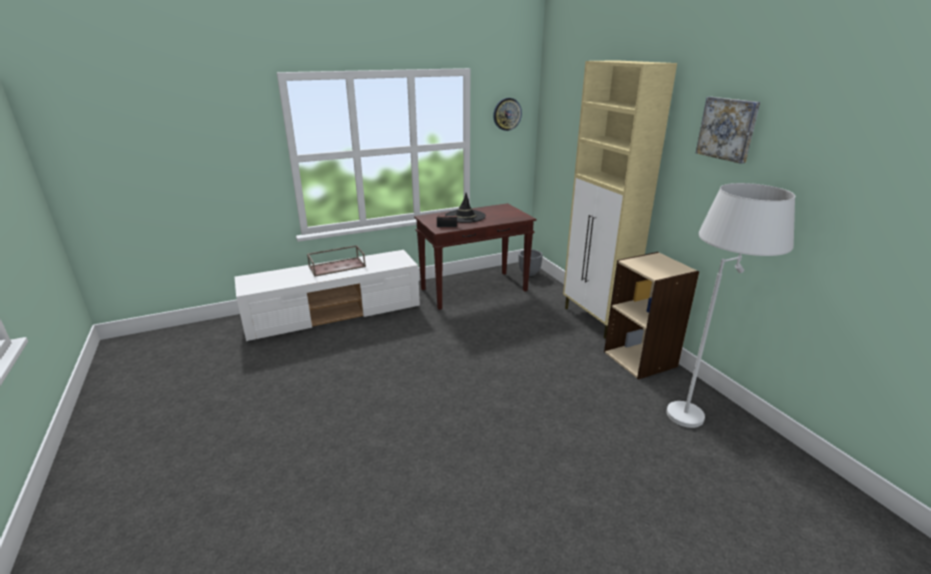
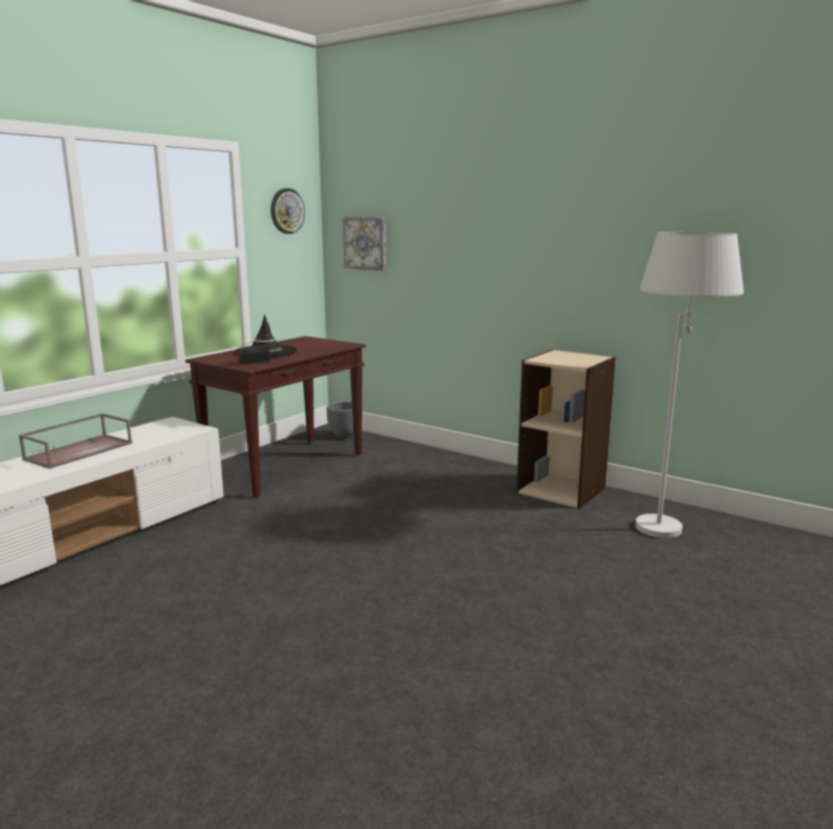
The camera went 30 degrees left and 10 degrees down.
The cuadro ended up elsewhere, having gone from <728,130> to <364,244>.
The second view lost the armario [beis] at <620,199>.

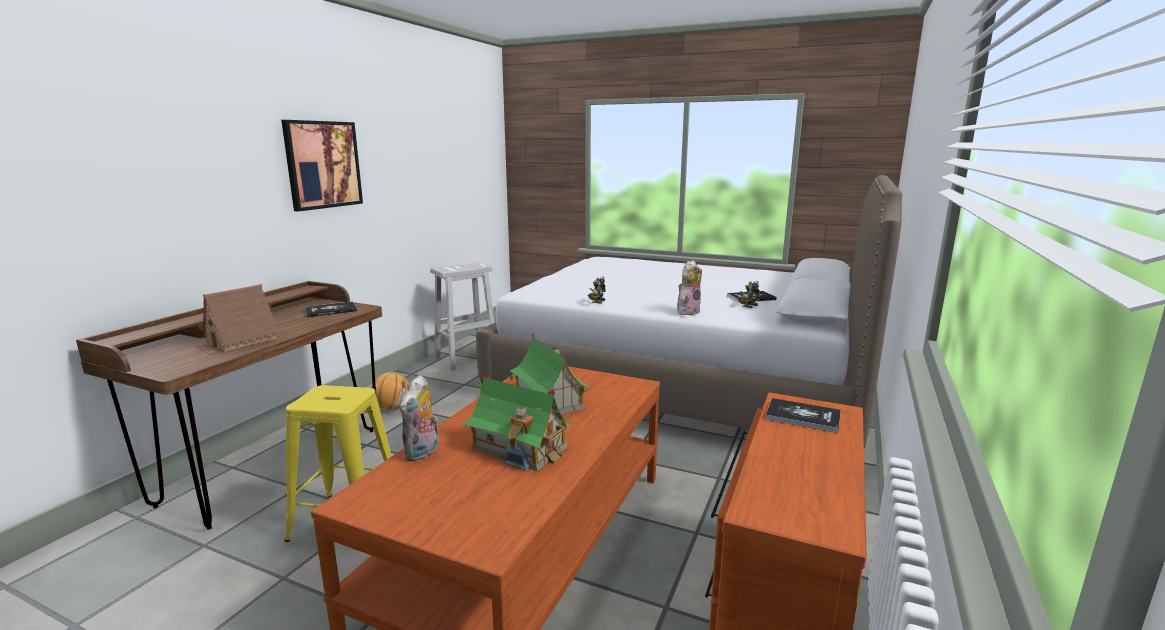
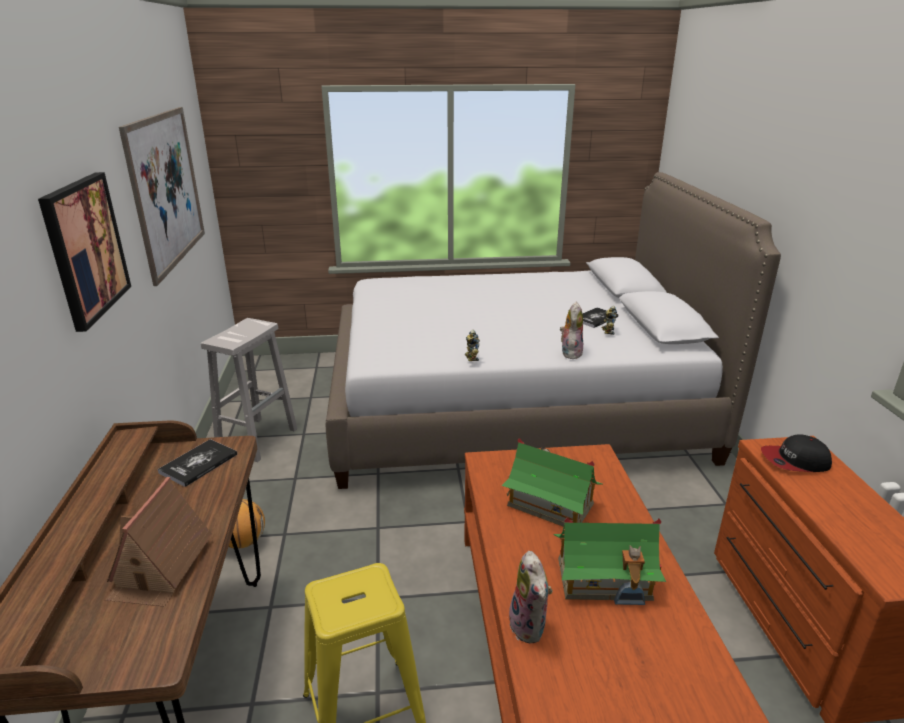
The camera went 30 degrees left and 10 degrees up.
The second view gained the cuadro at <162,196>.
Where the libro stood at <803,415>, the gorra came to stand at <796,453>.

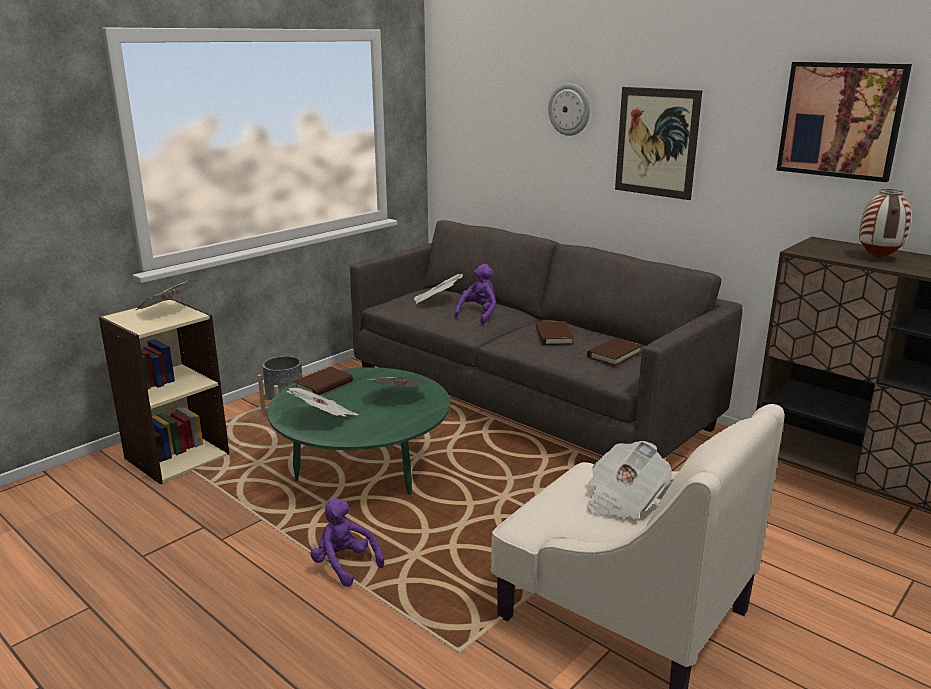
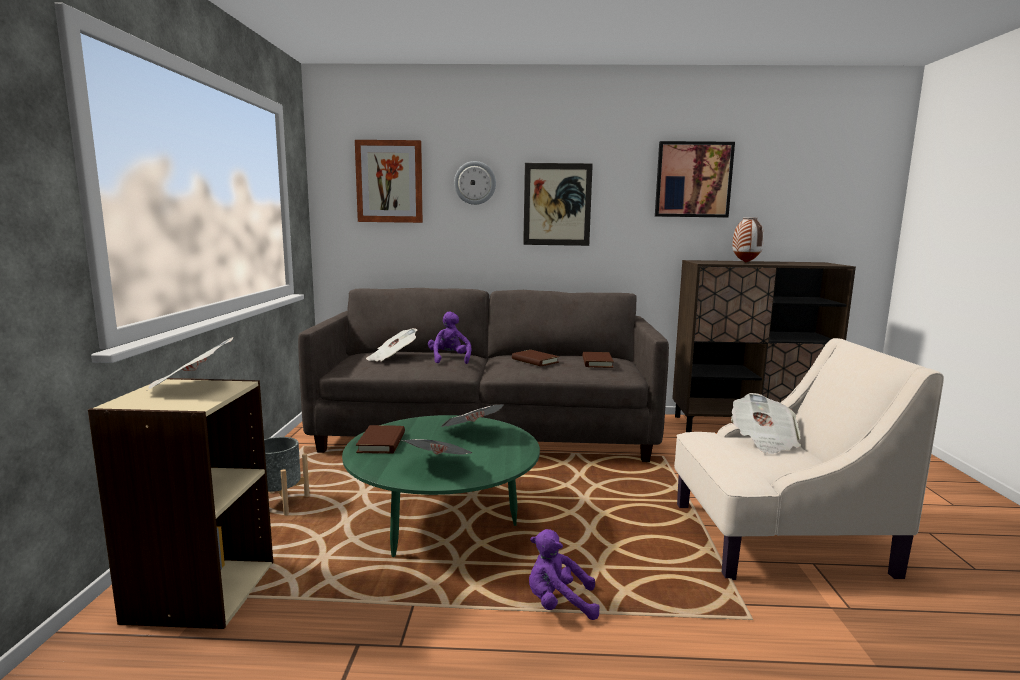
The camera went 40 degrees left and 10 degrees down.
The second view gained the cuadro at <389,181>.

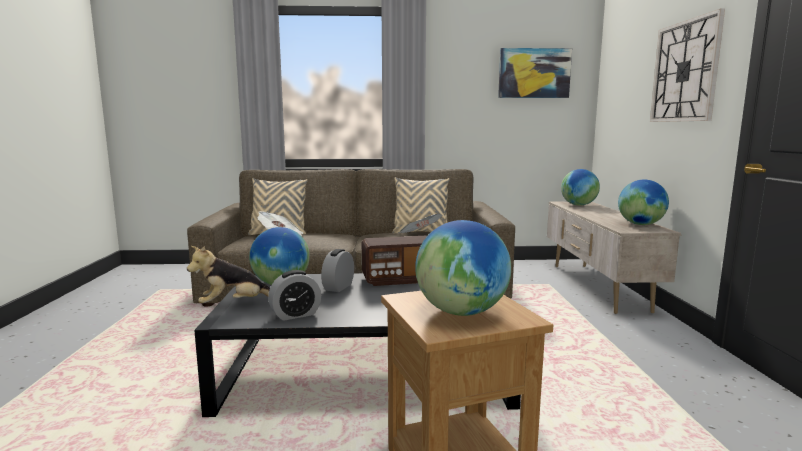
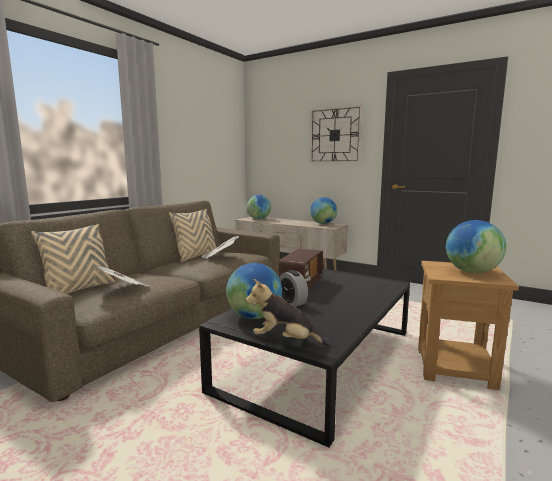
The camera went 55 degrees left and 0 degrees up.
The peluche at <228,274> ended up facing another way, 90 degrees clockwise from before.
The second view lost the despertador at <294,295>.
The second view lost the cuadro at <535,73>.

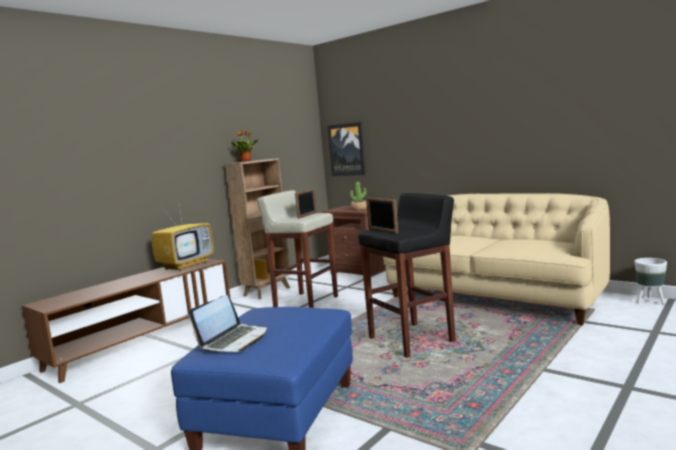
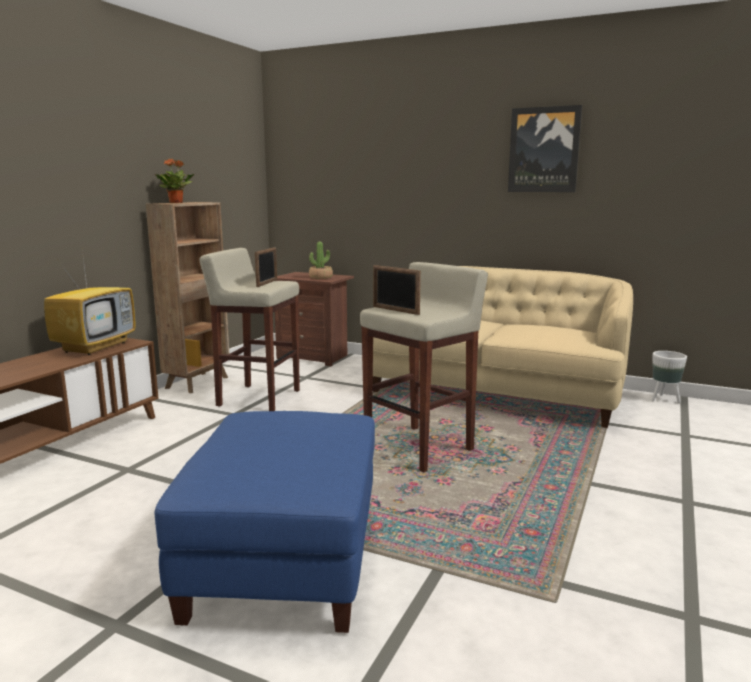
The camera went 15 degrees left and 5 degrees up.
What was the taburete [negro] at <407,275> turned into the taburete [beis] at <424,367>.
The cuadro ended up elsewhere, having gone from <346,149> to <545,148>.
The second view lost the portátil at <228,323>.

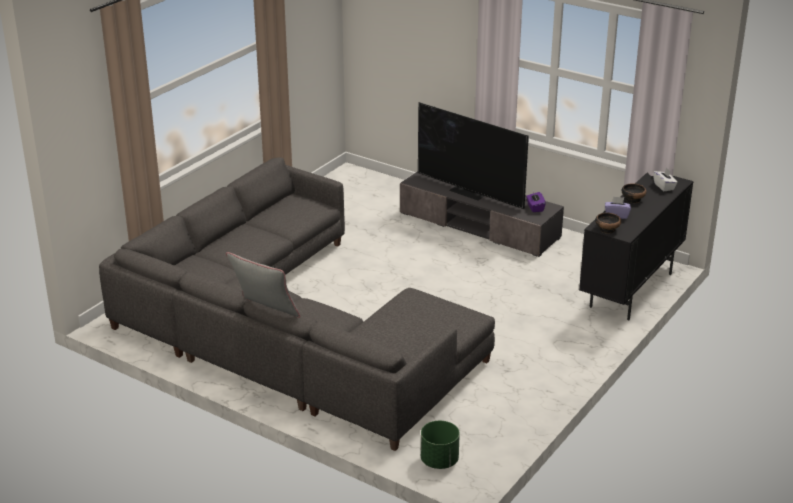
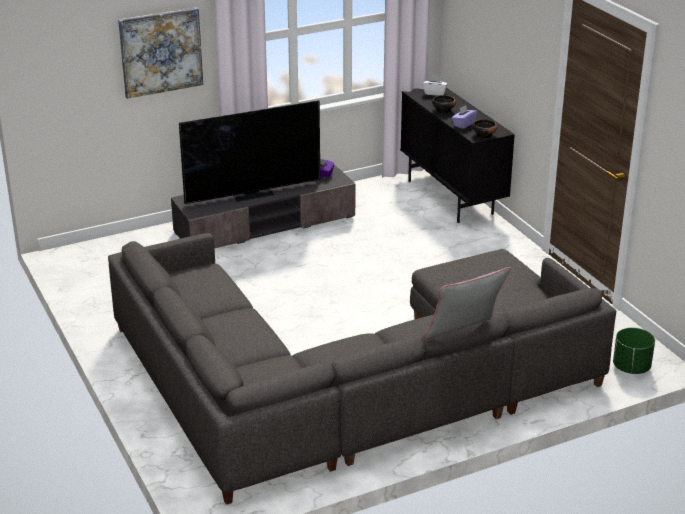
The camera went 60 degrees left and 0 degrees up.
The second view gained the cuadro at <160,53>.

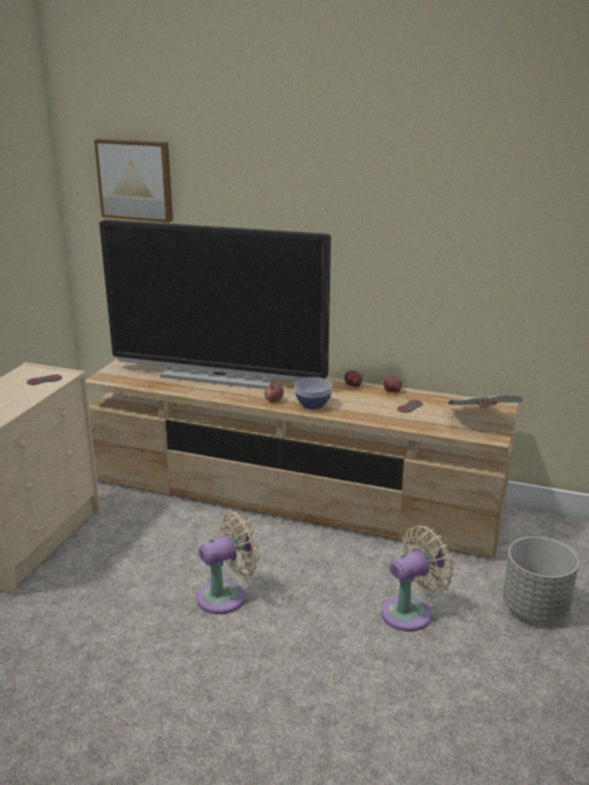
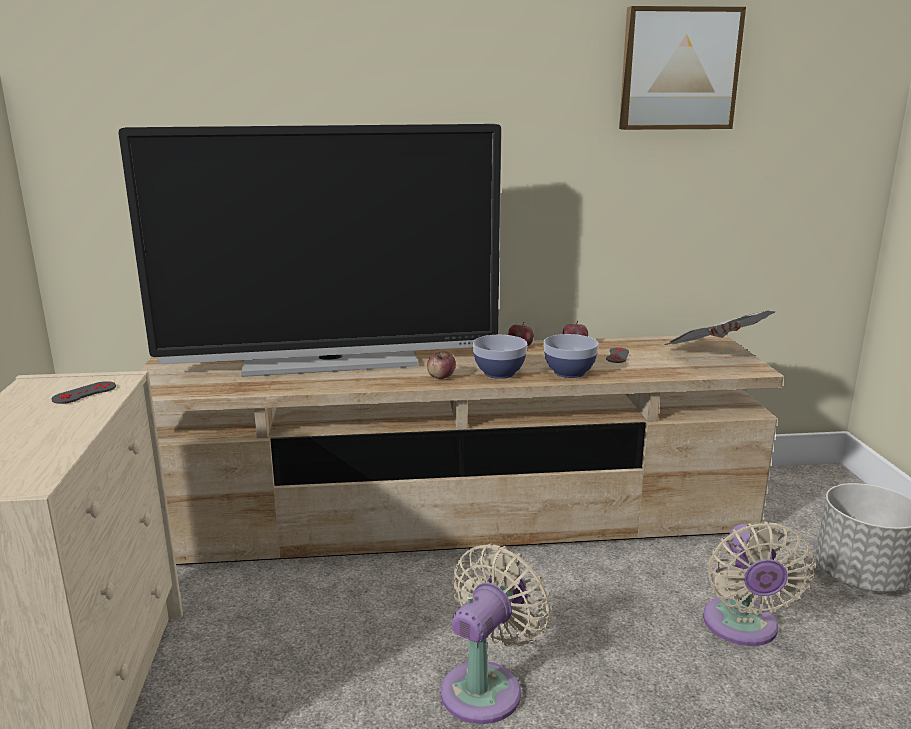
The camera went 25 degrees left and 5 degrees down.
The second view gained the cuenco at <571,356>.
The cuadro ended up elsewhere, having gone from <133,181> to <682,68>.
The ventilador [beis] at <418,579> ended up facing another way, 150 degrees clockwise from before.

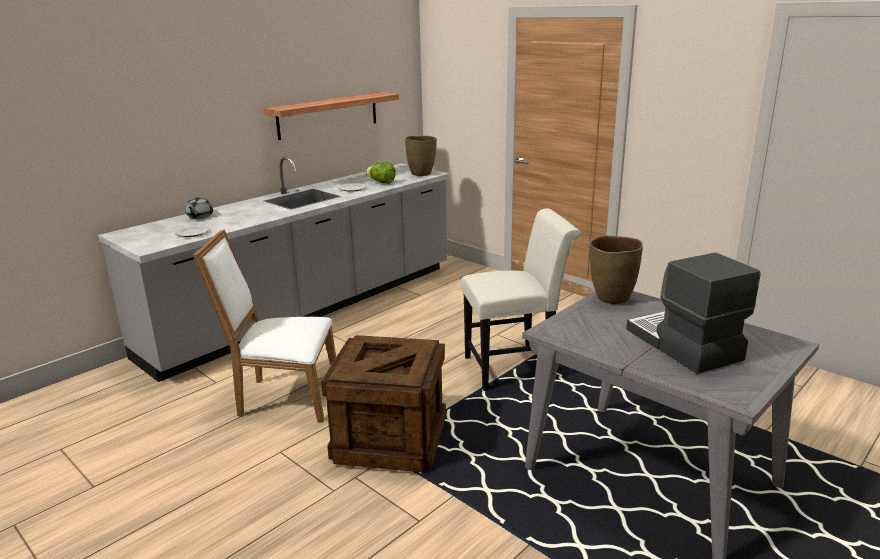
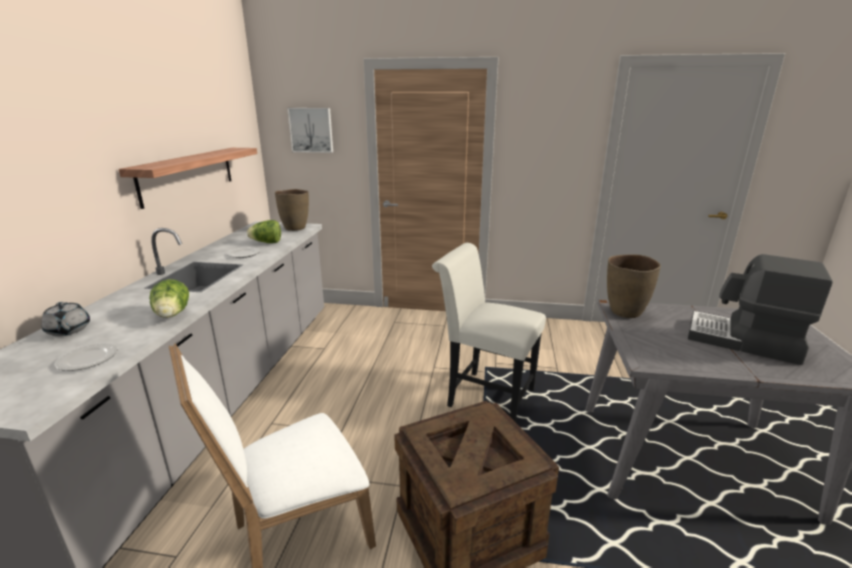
The camera went 35 degrees left and 0 degrees up.
The second view gained the lechuga at <169,298>.
The second view gained the cuadro at <310,130>.
The silla [blanco] at <521,299> ended up facing another way, 105 degrees counterclockwise from before.

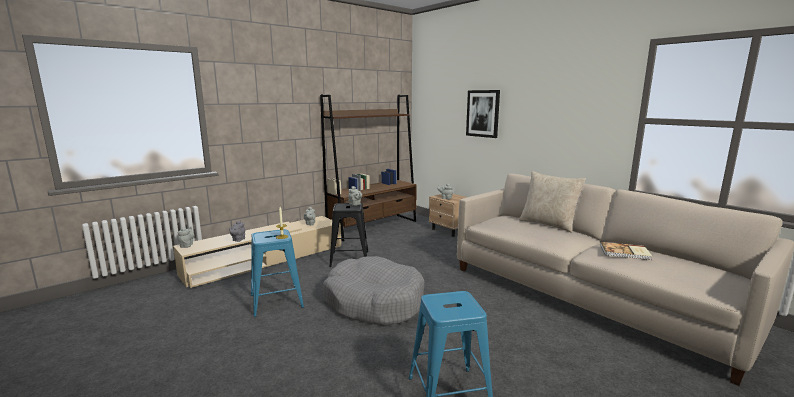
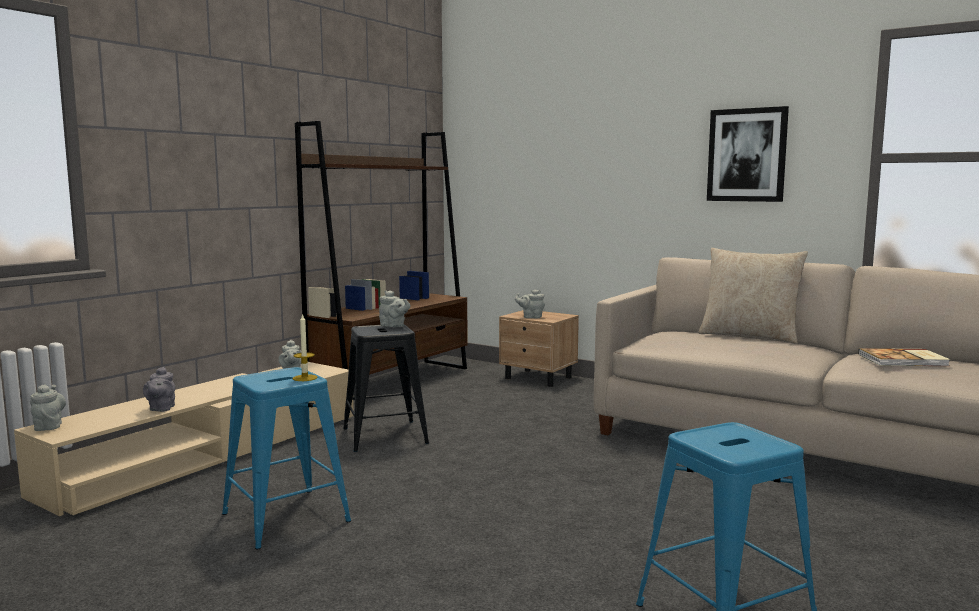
The camera went 15 degrees left and 5 degrees down.
The cuadro ended up elsewhere, having gone from <483,114> to <748,154>.
The second view lost the cama para perro [gris] at <373,291>.

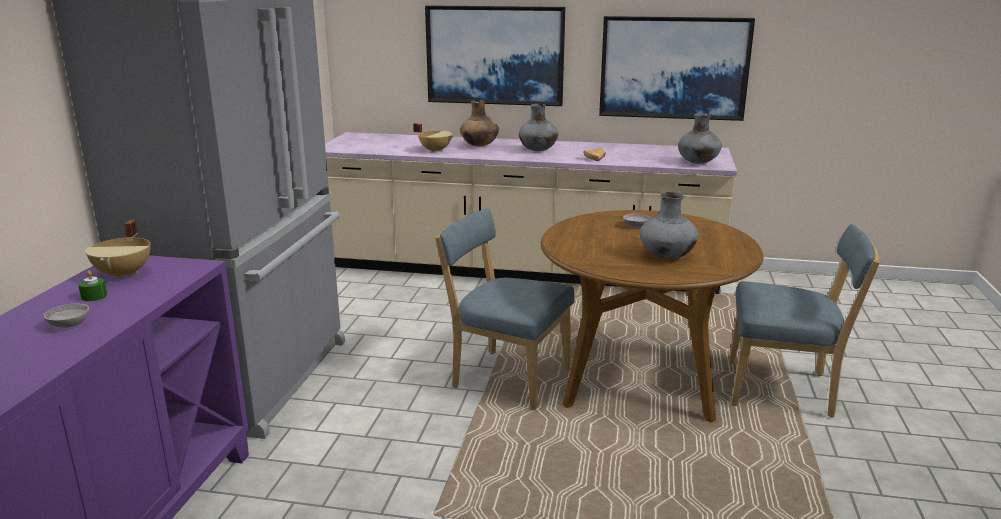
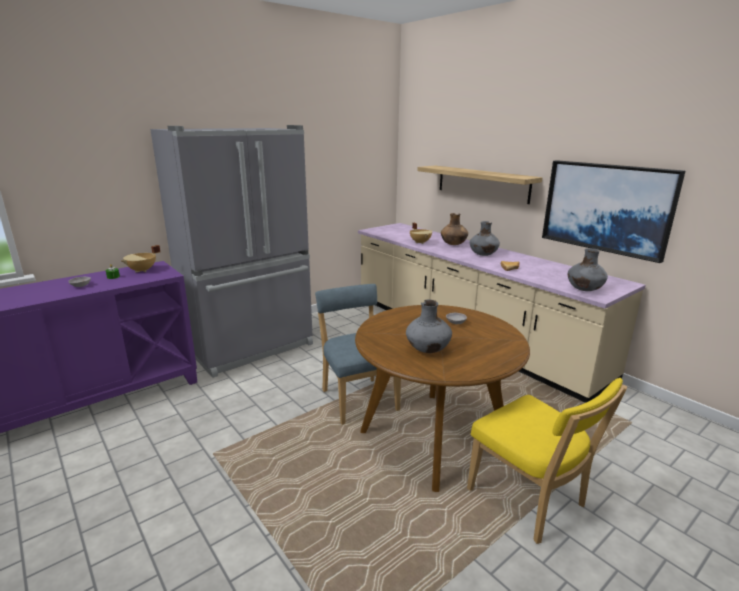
The camera went 40 degrees right and 0 degrees up.
Where the cuadro hung at <495,55>, the estante came to hang at <480,185>.
What was the silla [azul] at <804,320> turned into the silla [amarillo] at <547,461>.

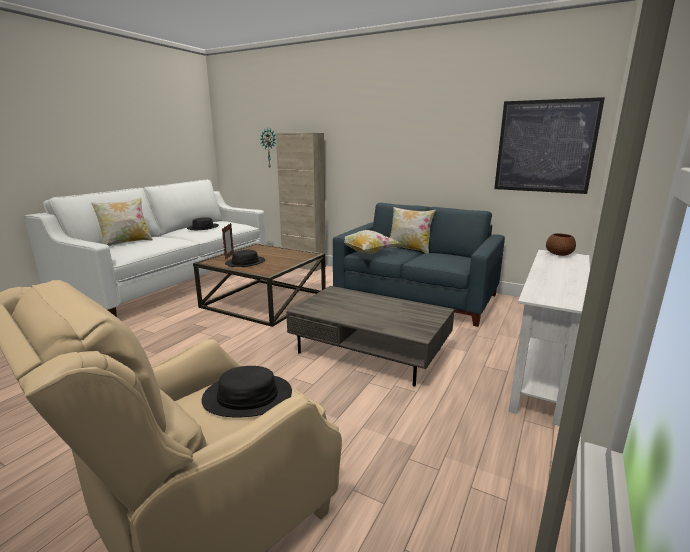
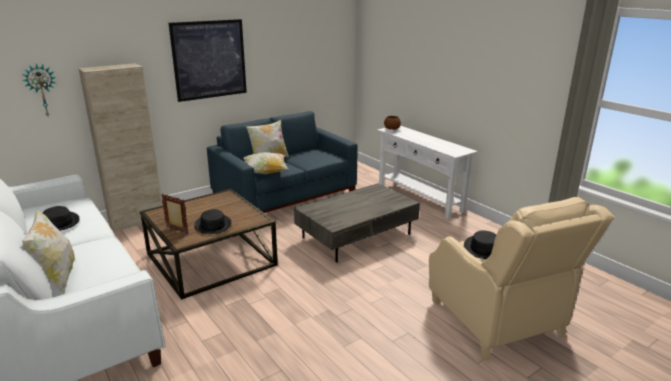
The camera went 65 degrees left and 5 degrees up.
The cuadro ended up elsewhere, having gone from <549,145> to <208,60>.

